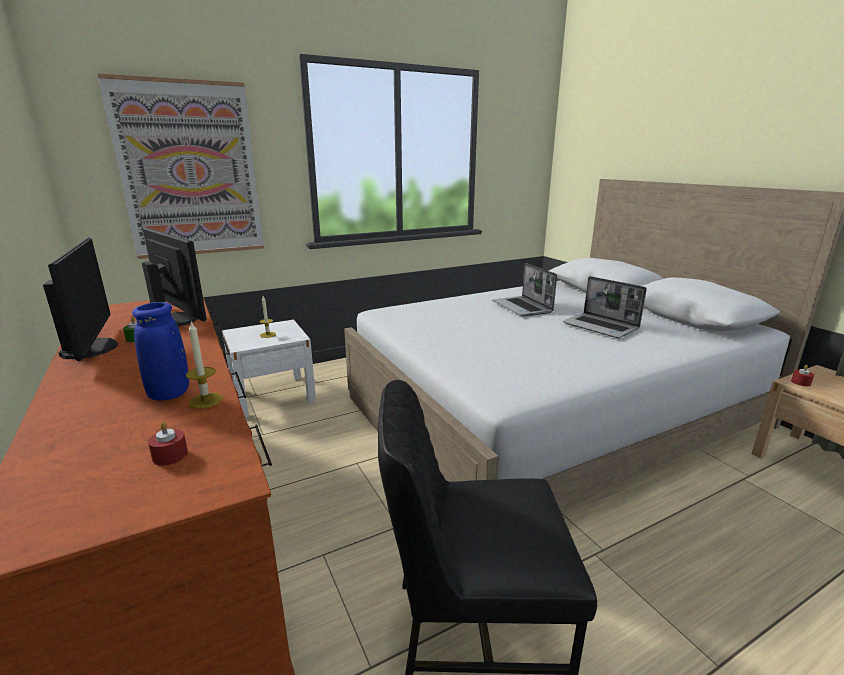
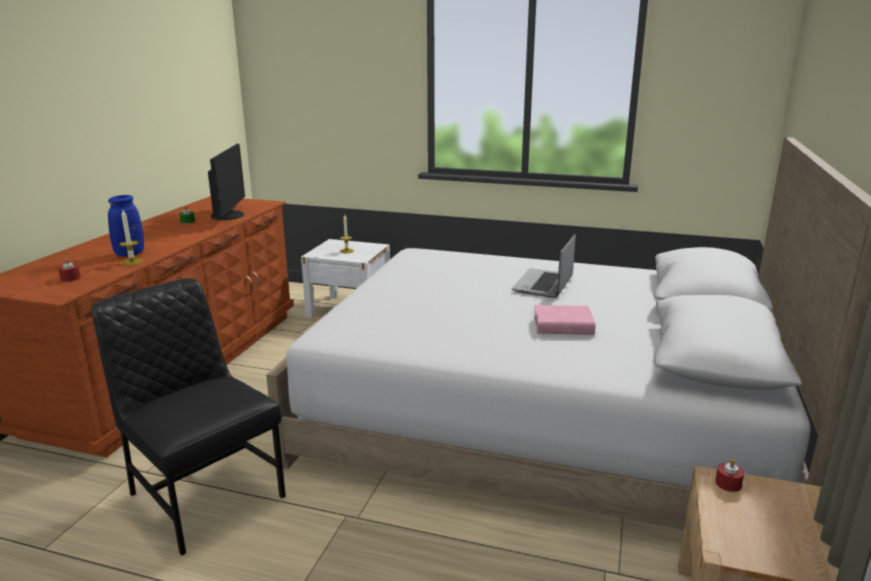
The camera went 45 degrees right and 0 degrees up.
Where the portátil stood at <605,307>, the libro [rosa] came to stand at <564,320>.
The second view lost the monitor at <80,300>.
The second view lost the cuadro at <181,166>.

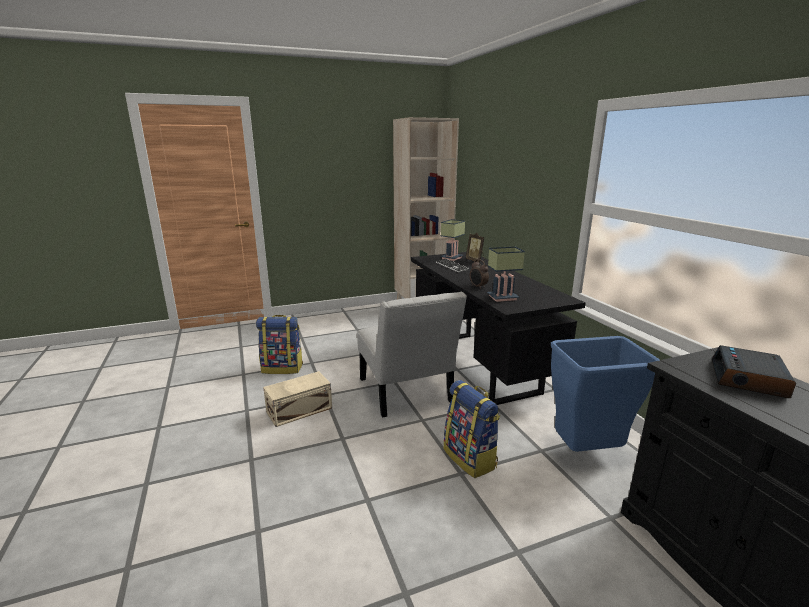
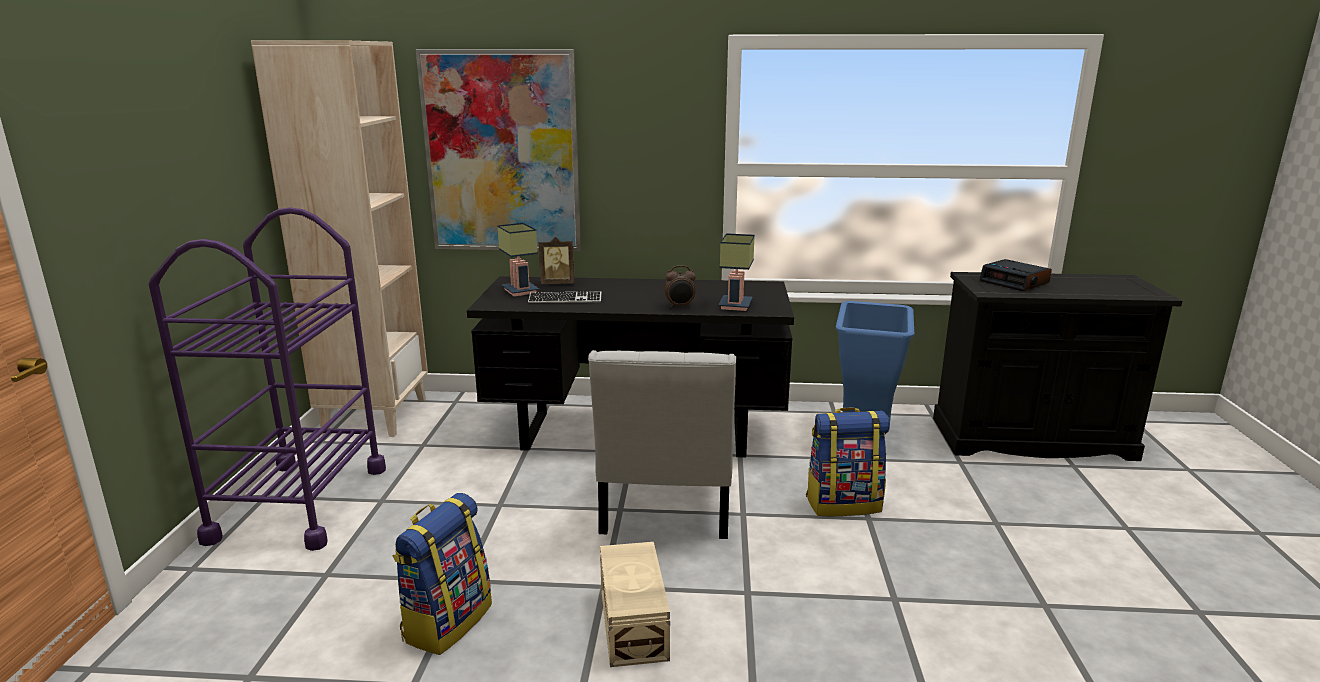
The camera went 65 degrees left and 0 degrees up.
The second view gained the carrito [morado] at <267,379>.
The second view gained the cuadro at <498,150>.
The silla [blanco] at <412,355> ended up facing another way, 90 degrees clockwise from before.

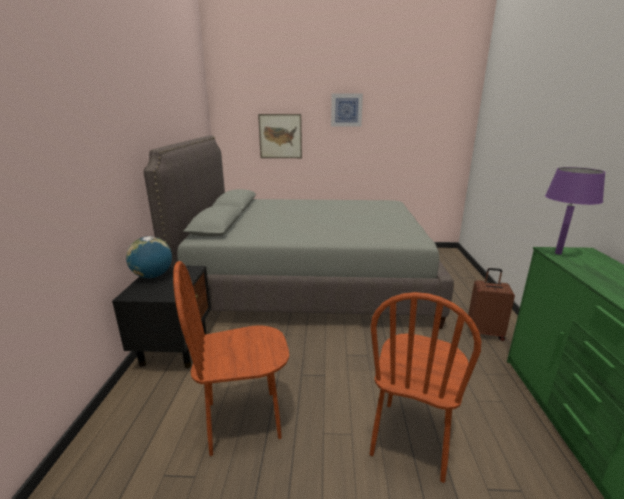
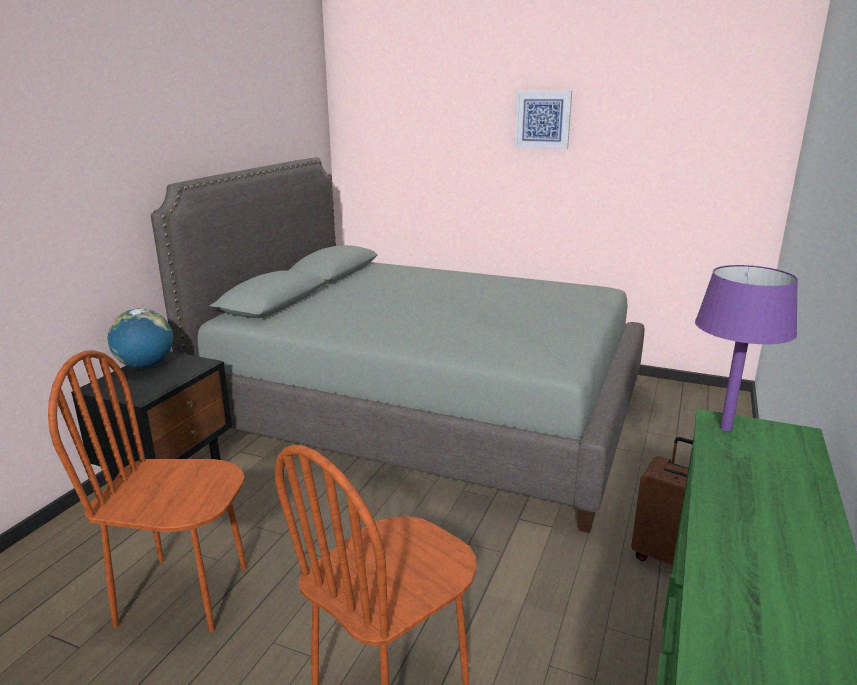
The camera went 20 degrees right and 0 degrees up.
The second view lost the cuadro at <280,136>.

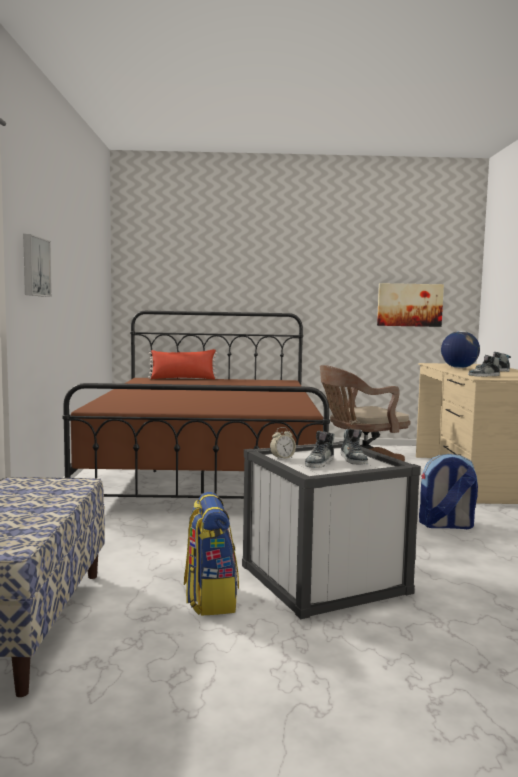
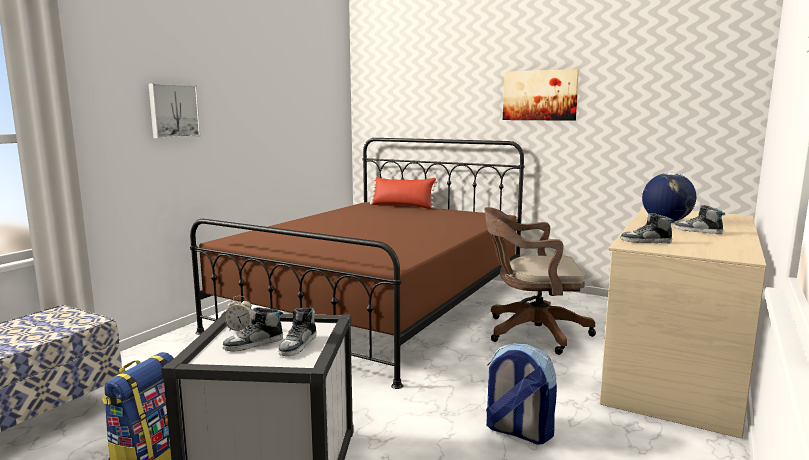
The camera went 30 degrees right and 5 degrees up.
The cuadro ended up elsewhere, having gone from <410,305> to <541,95>.

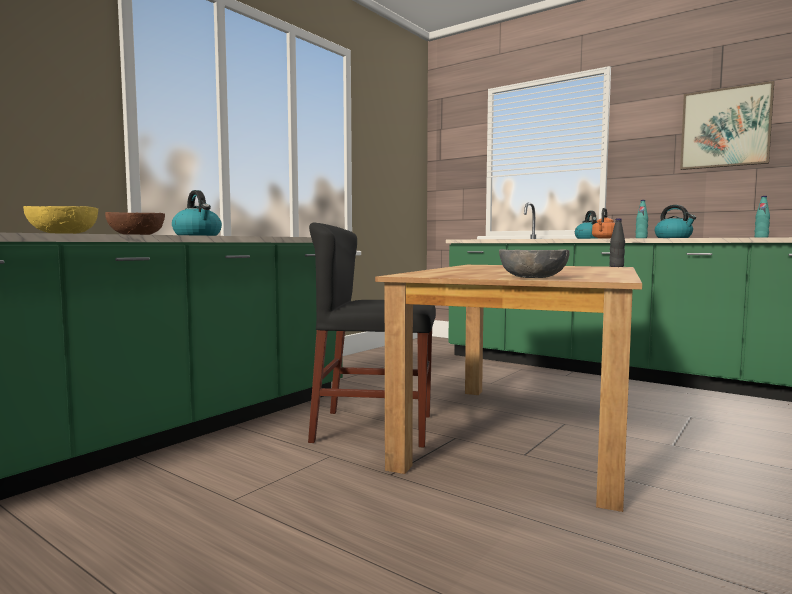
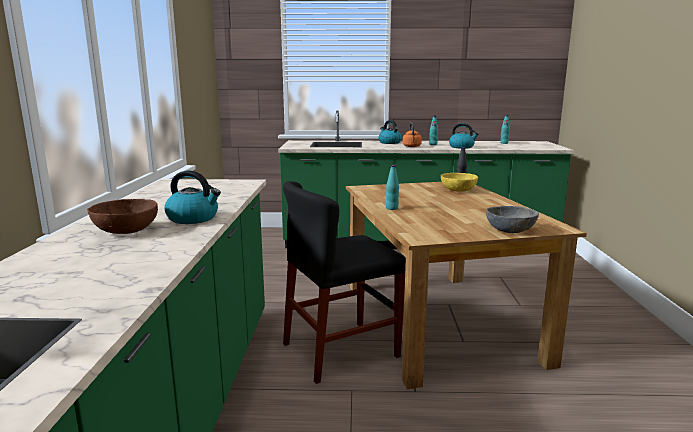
The camera went 35 degrees left and 10 degrees up.
The second view gained the botella [turquesa] at <392,187>.
The cuenco [amarillo] ended up elsewhere, having gone from <60,220> to <459,182>.
The second view lost the cuadro at <727,125>.

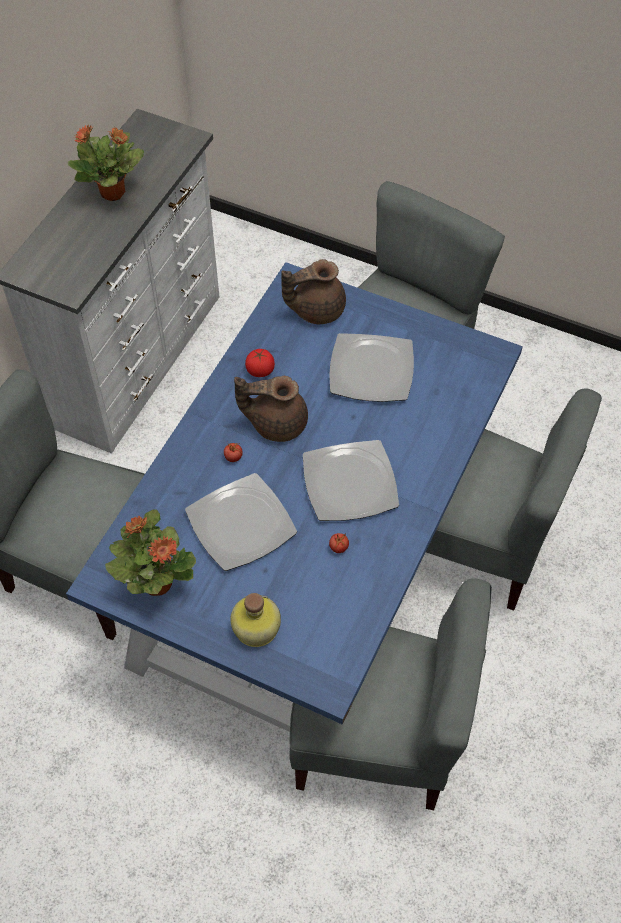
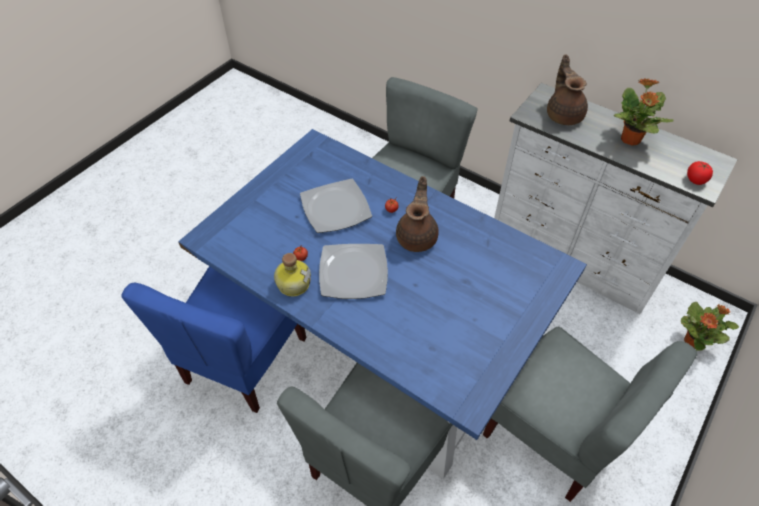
The camera went 100 degrees right and 5 degrees down.
What was the silla [gris] at <390,694> turned into the silla [azul] at <213,339>.
The botella ended up elsewhere, having gone from <255,620> to <292,275>.
The tetera [marrón] ended up elsewhere, having gone from <313,291> to <567,89>.
The planta en maceta ended up elsewhere, having gone from <150,552> to <710,326>.
The tomate ended up elsewhere, having gone from <260,363> to <700,173>.
The second view lost the plato at <371,367>.

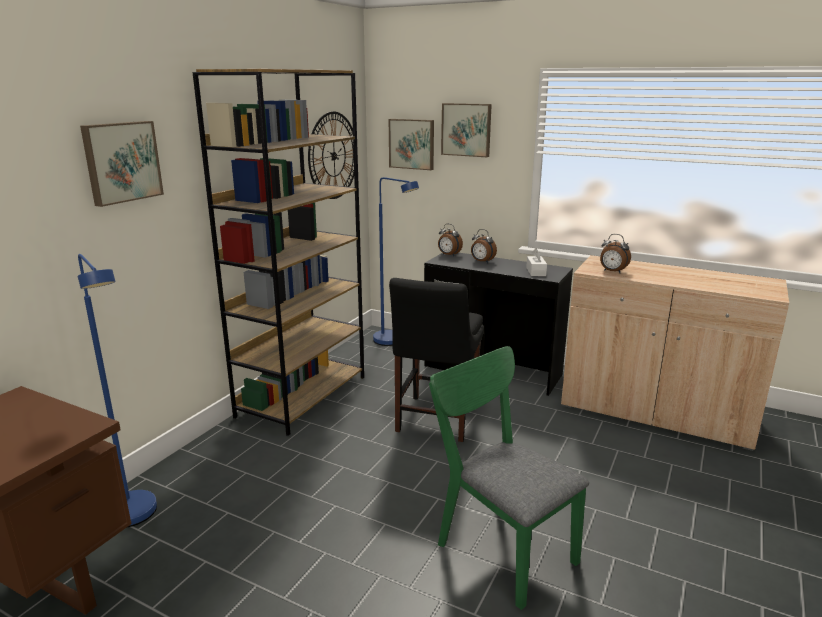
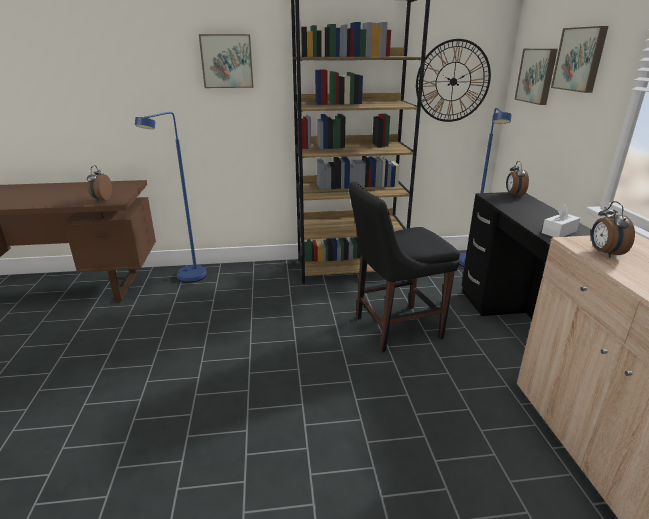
The camera went 55 degrees right and 5 degrees up.
The despertador ended up elsewhere, having gone from <484,246> to <99,183>.
The second view lost the silla [verde] at <509,478>.

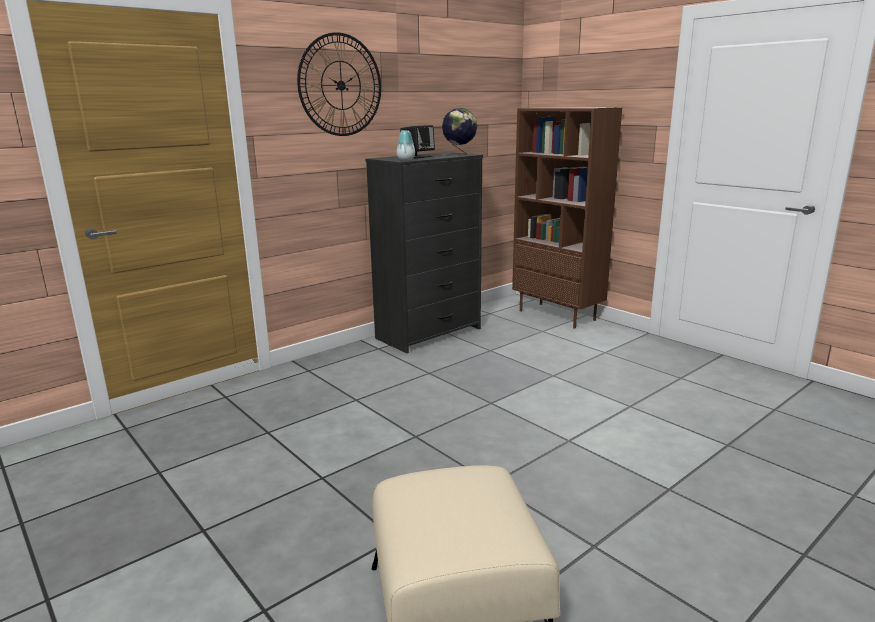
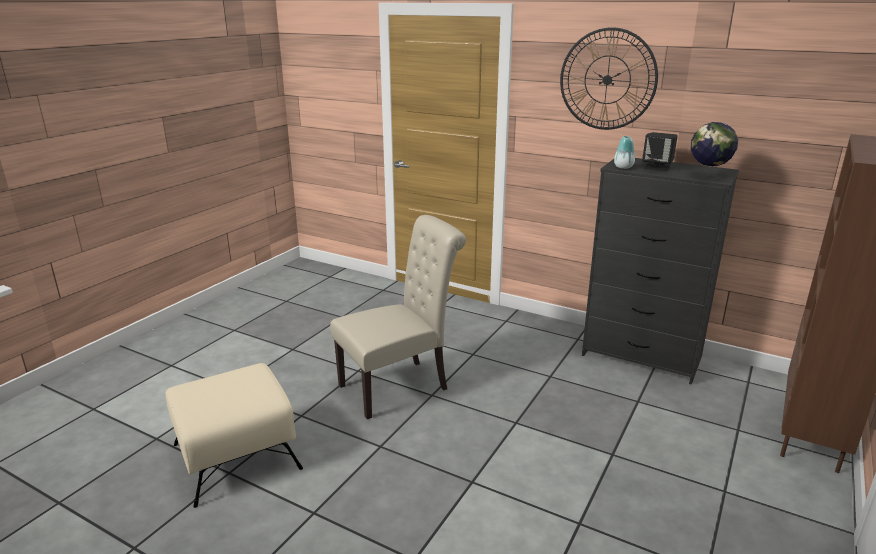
The camera went 70 degrees right and 5 degrees up.
The second view gained the silla [beis] at <398,317>.

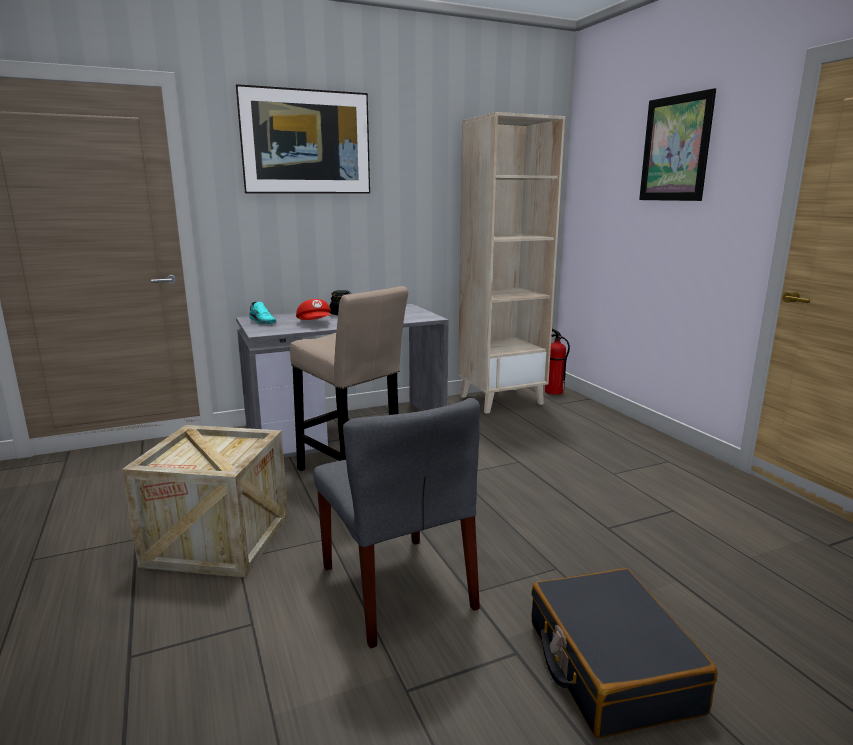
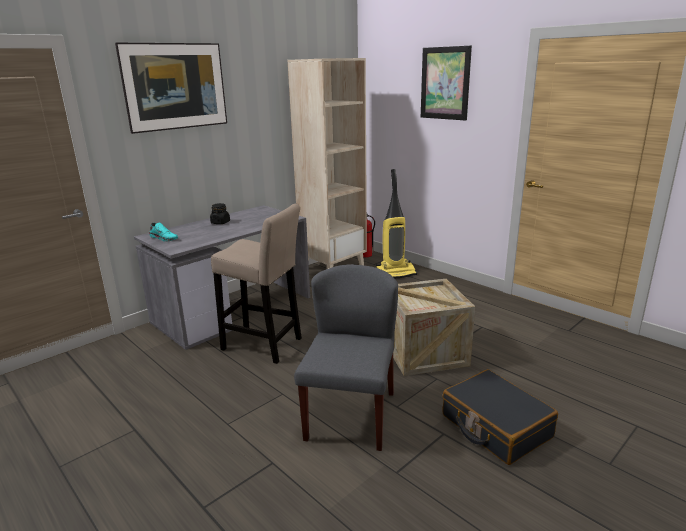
The camera went 20 degrees left and 5 degrees up.
The silla [gris] at <396,523> ended up facing another way, 120 degrees counterclockwise from before.
The second view gained the aspiradora at <396,223>.
The caja de embalaje ended up elsewhere, having gone from <205,501> to <434,327>.
The second view lost the gorra [rojo] at <313,309>.

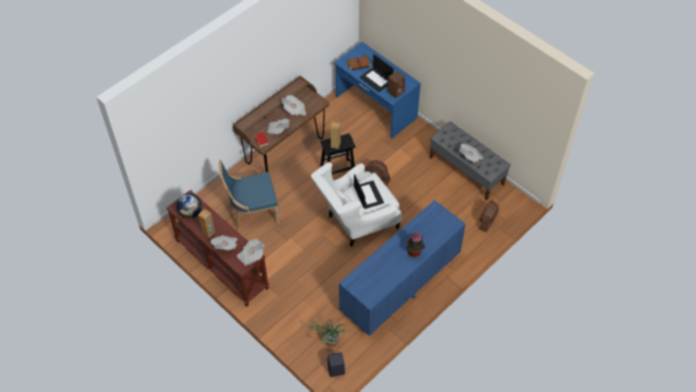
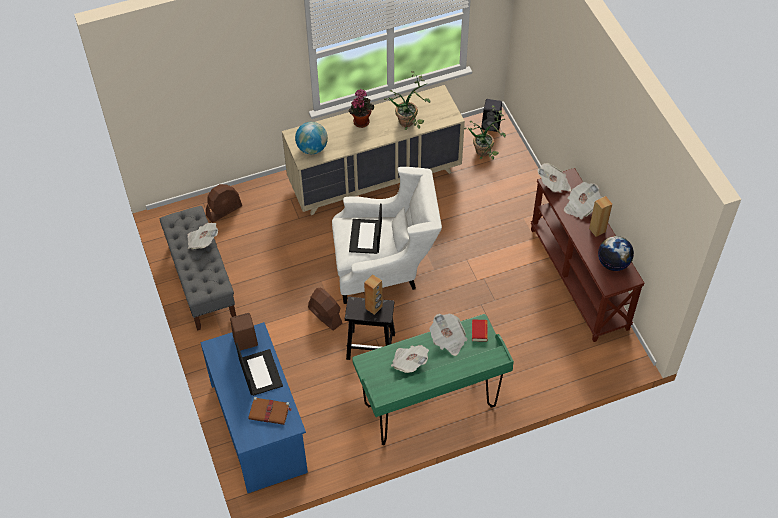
The camera went 155 degrees left and 0 degrees up.
What was the cómoda [azul] at <402,268> turned into the cómoda [beis] at <373,150>.
The second view gained the globo terráqueo at <311,138>.
What was the escritorio [marrón] at <281,124> turned into the escritorio [verde] at <433,379>.
The second view gained the planta en maceta at <407,100>.
The second view lost the silla [azul] at <249,194>.

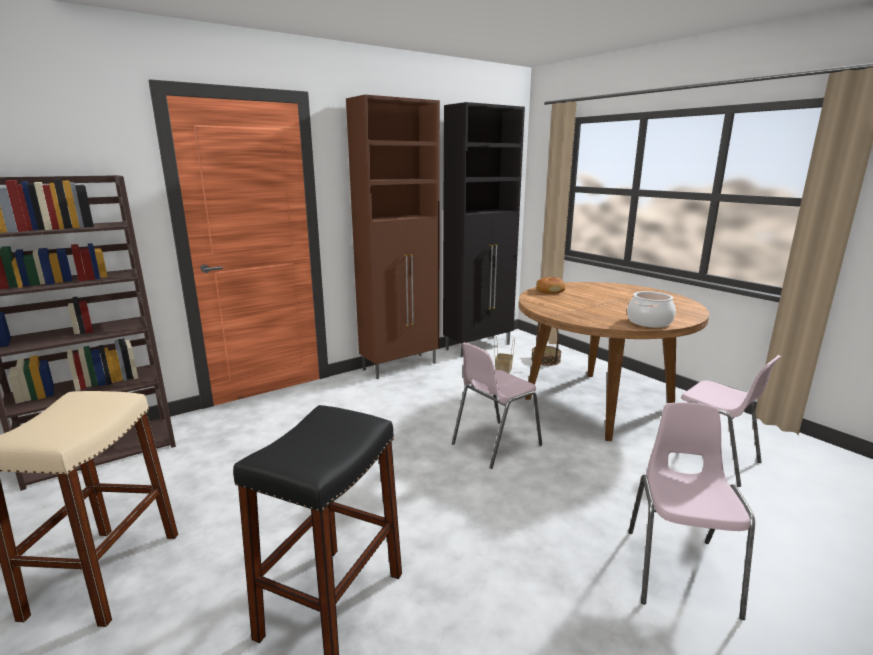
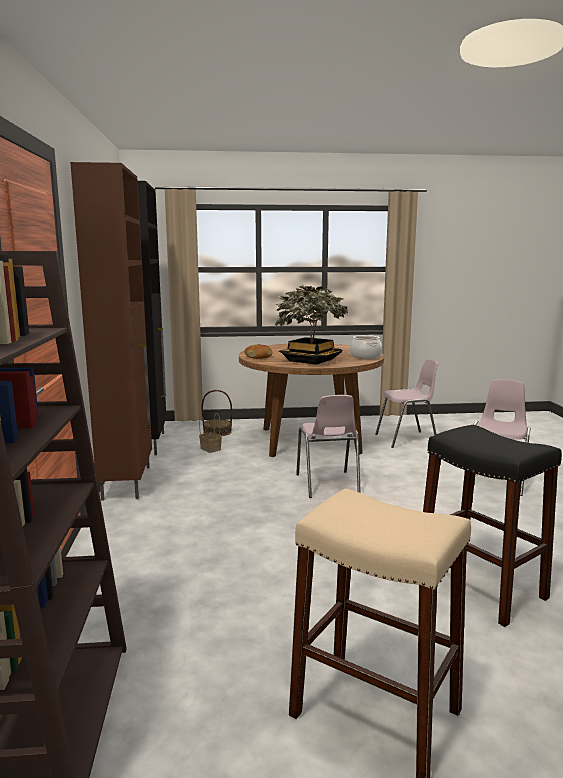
The camera went 60 degrees left and 5 degrees down.
The second view gained the planta en maceta at <311,325>.
The silla [rosa] at <692,511> ended up facing another way, 75 degrees clockwise from before.

